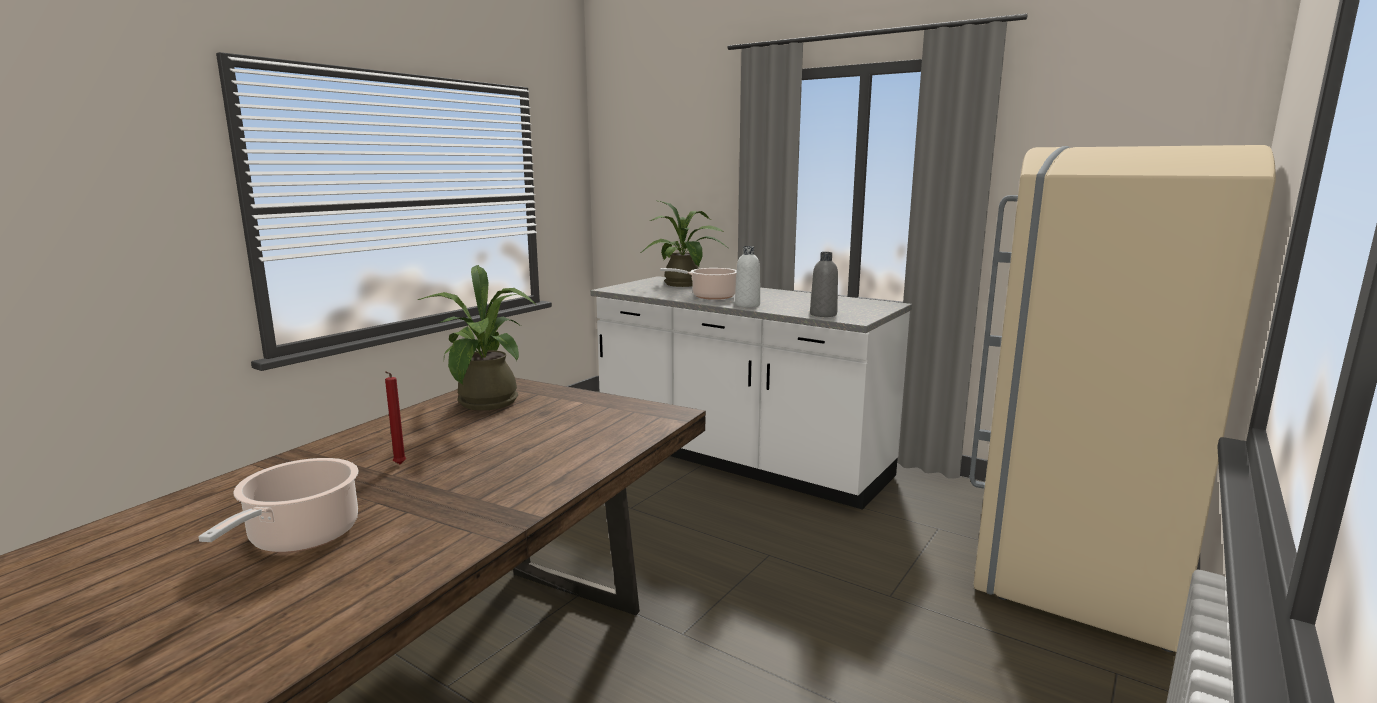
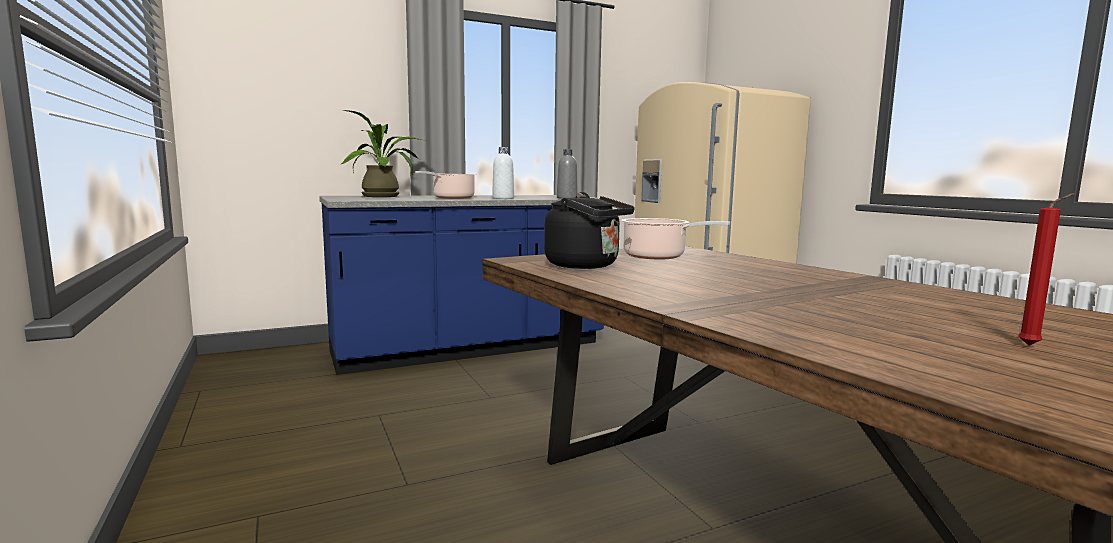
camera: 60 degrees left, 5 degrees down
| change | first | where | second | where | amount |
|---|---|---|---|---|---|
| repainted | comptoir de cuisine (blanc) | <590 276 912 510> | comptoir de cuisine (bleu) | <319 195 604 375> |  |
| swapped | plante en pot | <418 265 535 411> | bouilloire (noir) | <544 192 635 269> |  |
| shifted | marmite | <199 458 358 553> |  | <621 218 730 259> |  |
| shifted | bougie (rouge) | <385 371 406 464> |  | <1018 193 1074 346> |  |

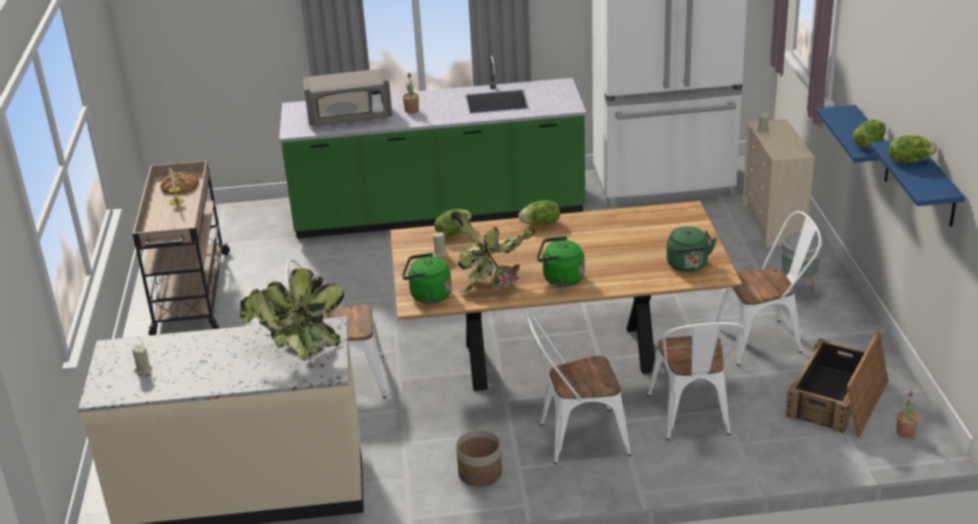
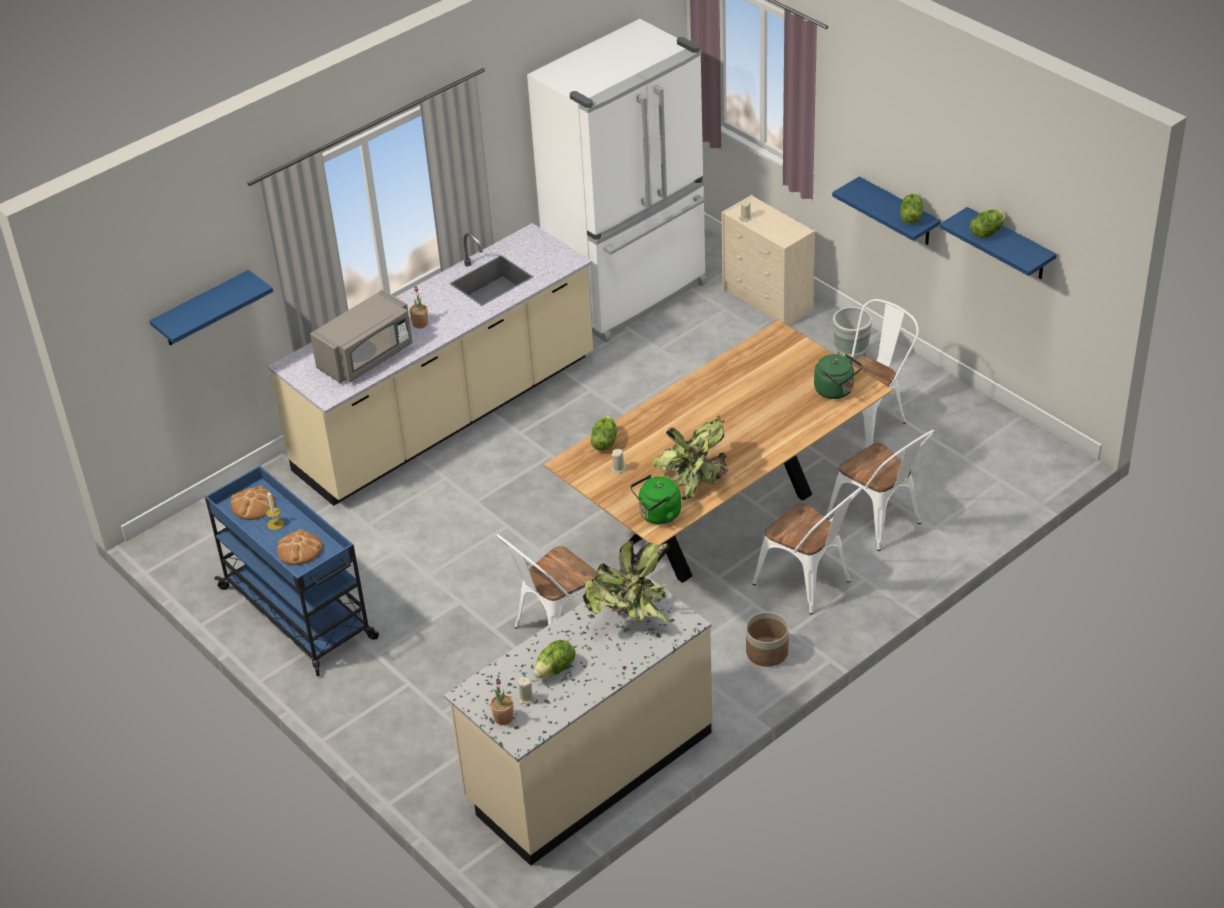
camera: 35 degrees left, 10 degrees up
| change | first | where | second | where | amount |
|---|---|---|---|---|---|
| new |  |  | étagère (bleu) | <149 270 273 345> |  |
| repainted | chariot (beige) | <133 161 230 335> | chariot (bleu) | <205 466 379 676> |  |
| repainted | comptoir de cuisine (vert) | <279 55 586 239> | comptoir de cuisine (beige) | <268 223 593 506> |  |
| new |  |  | pain | <277 529 323 565> |  |
| shifted | plante en pot | <896 390 918 438> |  | <490 678 513 725> |  |
| shifted | laitue | <519 200 560 225> |  | <534 640 576 678> |  |
| rotated | chaise (blanc) | <526 312 631 464> |  | <752 487 862 615> | 90 degrees counterclockwise |
| gone | bouilloire (vert) | <537 237 585 287> |  |  |  |
| gone | caisse | <785 331 888 437> |  |  |  |

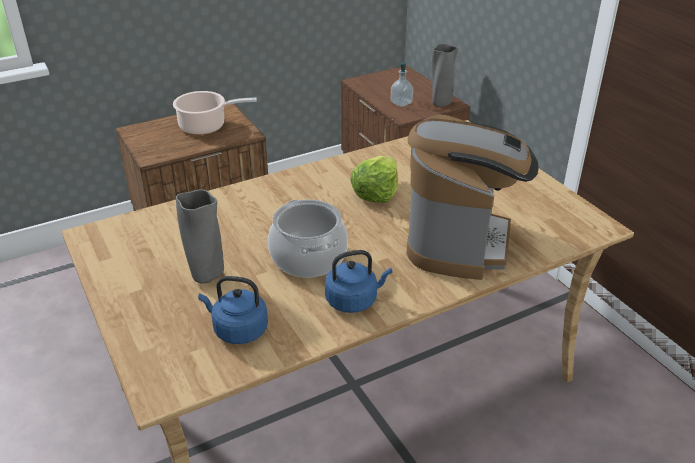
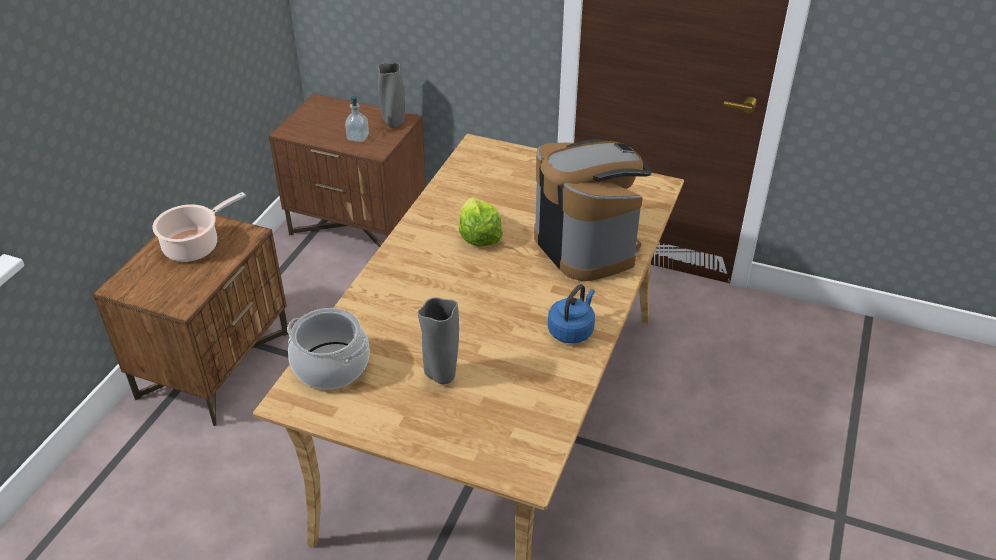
camera: 40 degrees left, 5 degrees up
| change | first | where | second | where | amount |
|---|---|---|---|---|---|
| shifted | marmite | <268 199 348 278> |  | <287 308 370 389> |  |
| gone | bouilloire (bleu) | <198 276 268 344> |  |  |  |

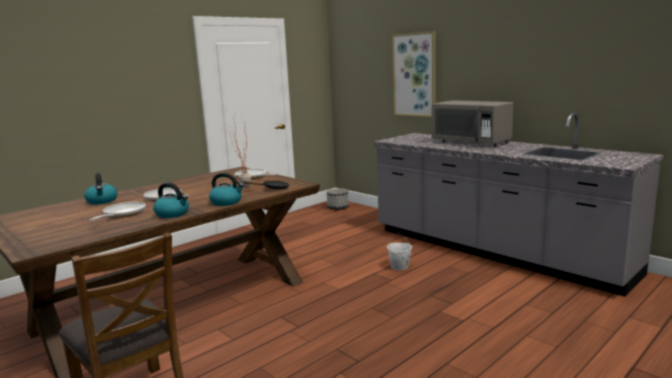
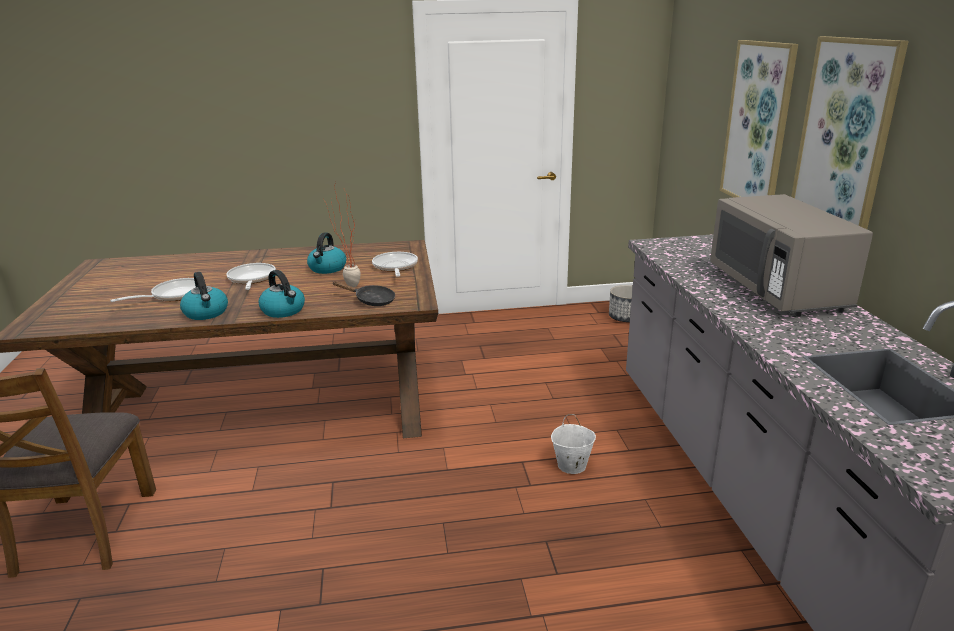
camera: 35 degrees right, 10 degrees up
| change | first | where | second | where | amount |
|---|---|---|---|---|---|
| shifted | bouilloire | <84 173 117 205> |  | <307 233 346 274> |  |
| new |  |  | tableau | <791 36 909 229> |  |

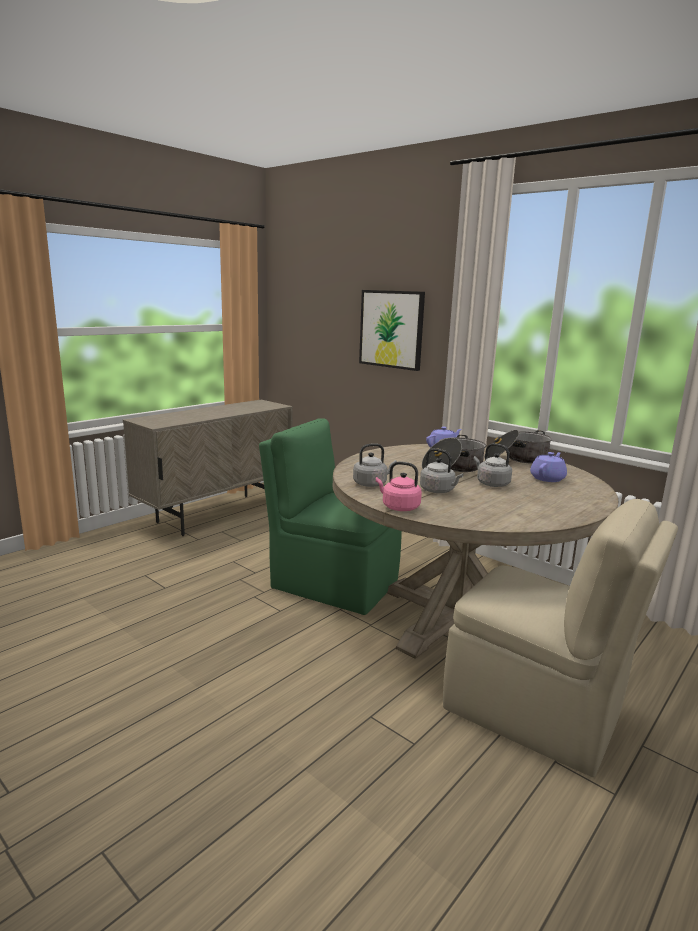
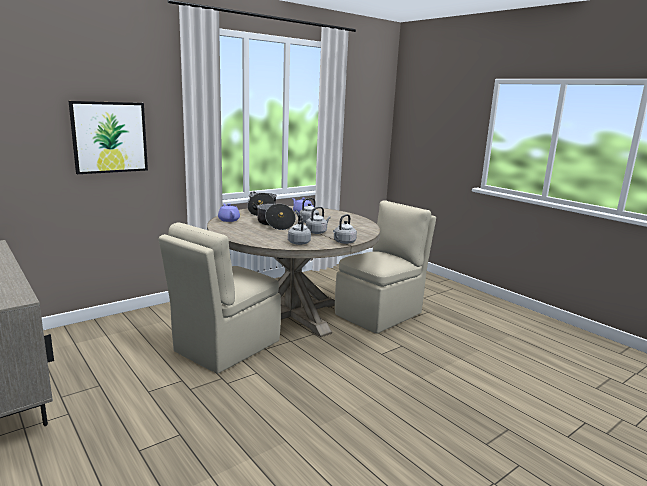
camera: 80 degrees left, 0 degrees up
| change | first | where | second | where | amount |
|---|---|---|---|---|---|
| repainted | chaise (vert) | <259 419 402 615> | chaise (beige) | <158 222 281 374> |  |
| repainted | bouilloire (rose) | <376 462 422 511> | bouilloire (gris) | <333 214 357 244> |  |

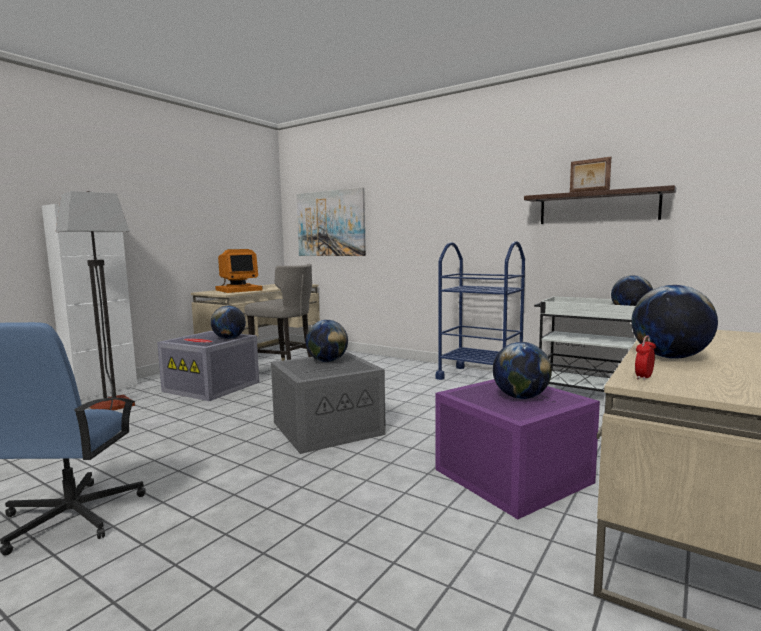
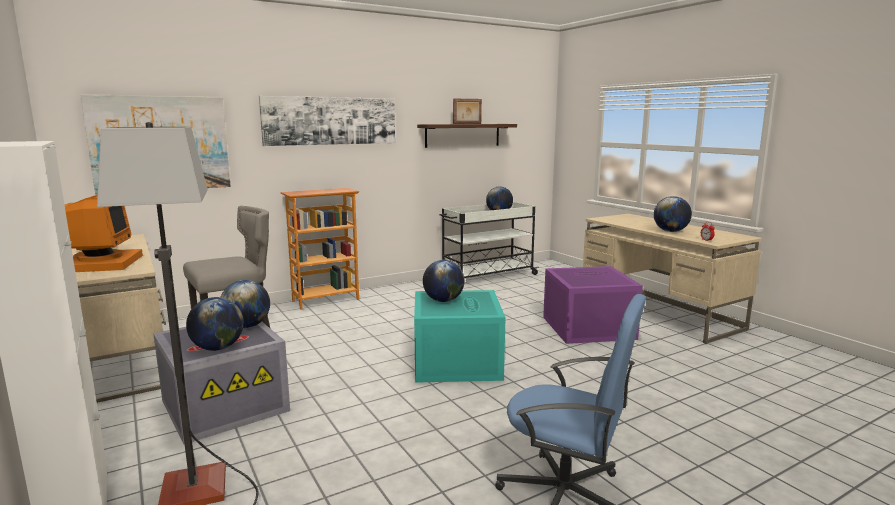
camera: 65 degrees left, 5 degrees up
| change | first | where | second | where | amount |
|---|---|---|---|---|---|
| shifted | globe | <493 342 552 399> |  | <186 297 244 351> |  |
| new |  |  | tableau | <259 96 395 146> |  |
| new |  |  | bibliothèque | <280 188 359 310> |  |
| repainted | boîte de rangement (gris) | <271 352 386 454> | boîte de rangement (turquoise) | <414 290 506 383> |  |
| gone | chariot (bleu) | <436 241 525 380> |  |  |  |

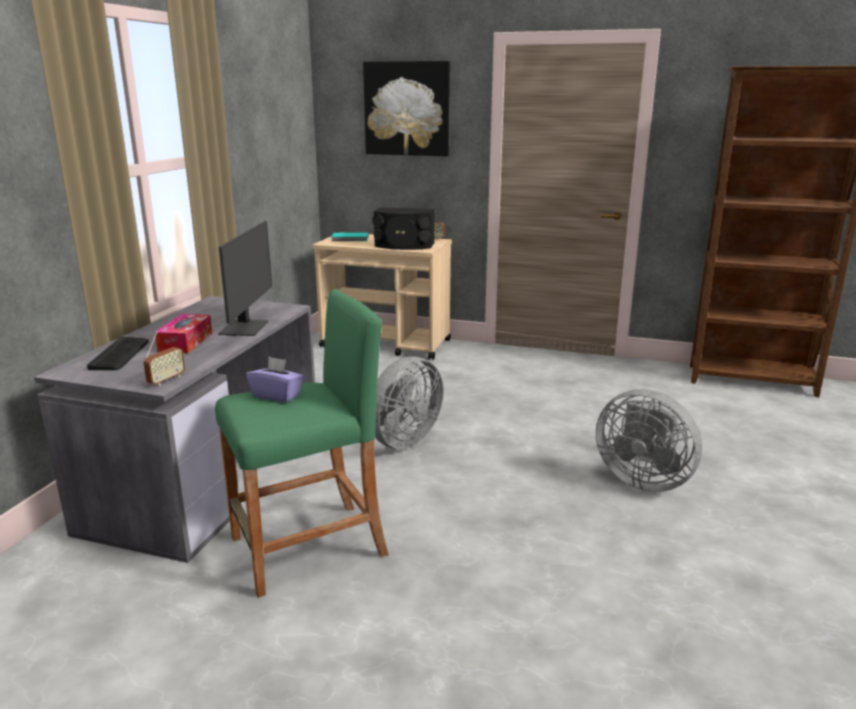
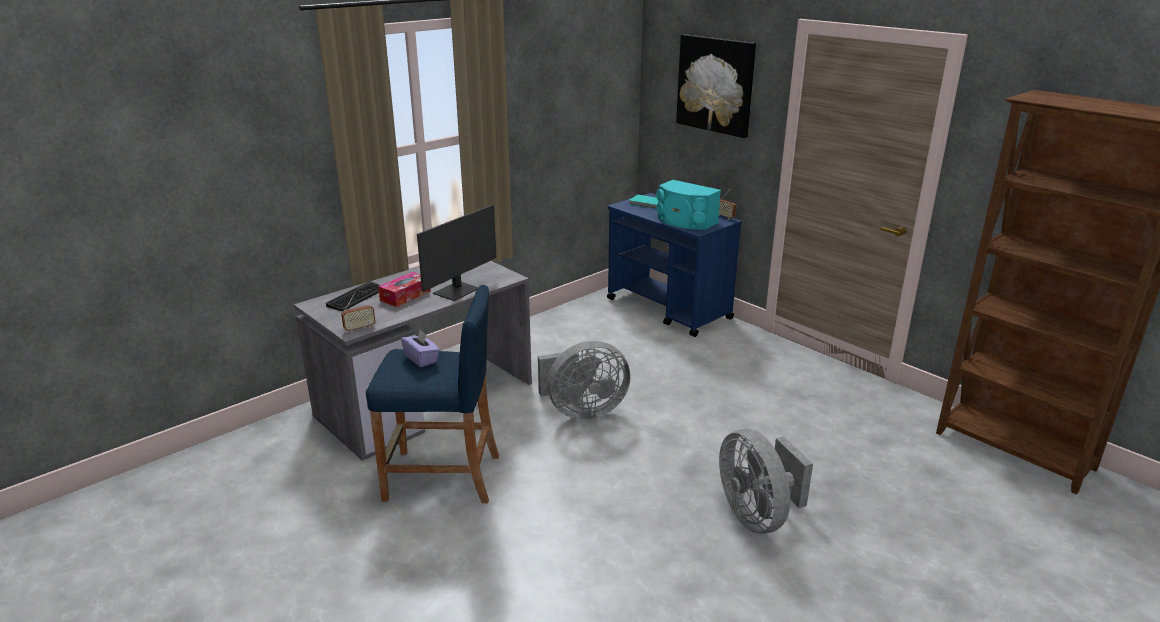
camera: 30 degrees right, 5 degrees up
| change | first | where | second | where | amount |
|---|---|---|---|---|---|
| repainted | tabouret (vert) | <215 289 389 598> | tabouret (bleu) | <366 285 499 504> |  |
| repainted | chariot (beige) | <313 232 452 360> | chariot (bleu) | <607 193 742 337> |  |
| repainted | enceinte (noir) | <372 207 435 250> | enceinte (turquoise) | <656 180 721 230> |  |

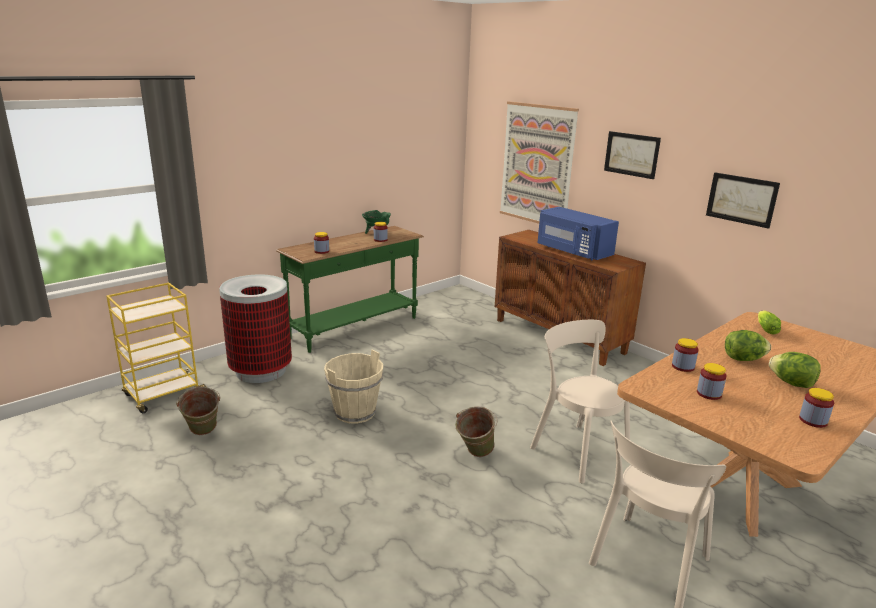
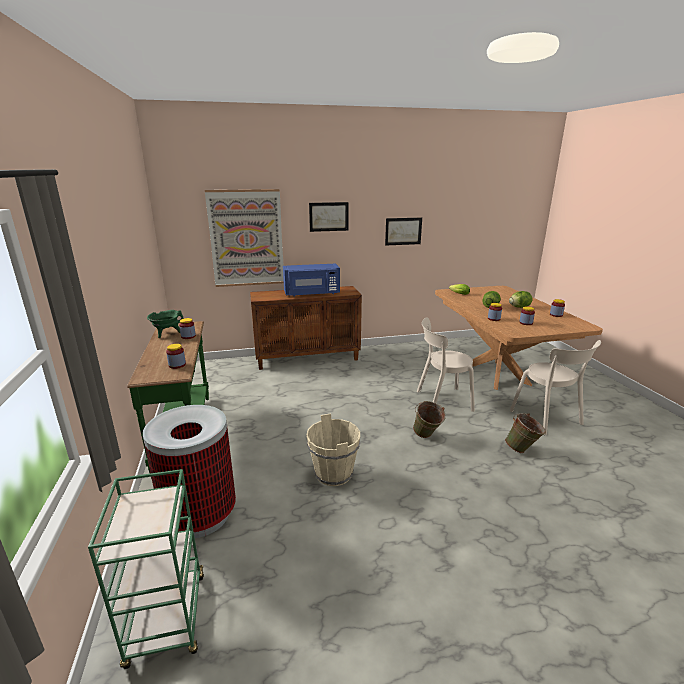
camera: 60 degrees left, 0 degrees up
| change | first | where | second | where | amount |
|---|---|---|---|---|---|
| repainted | chariot (jaune) | <106 282 206 413> | chariot (vert) | <88 469 204 669> |  |
| shifted | seau (vert) | <176 386 220 435> |  | <505 413 546 453> |  |

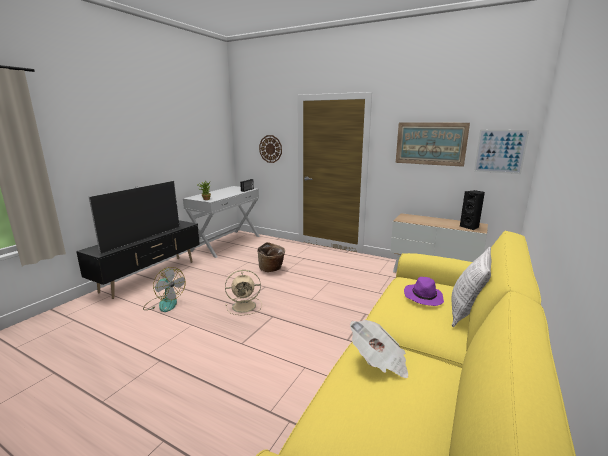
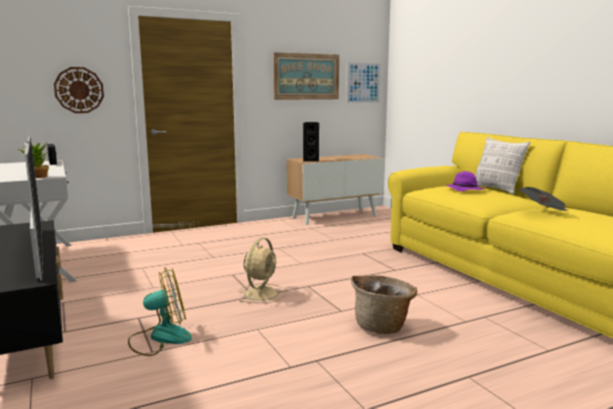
camera: 55 degrees left, 5 degrees down
| change | first | where | second | where | amount |
|---|---|---|---|---|---|
| shifted | enceinte (noir) | <460 190 485 230> |  | <303 122 319 161> |  |
| shifted | panier | <257 242 285 272> |  | <351 275 417 334> |  |

